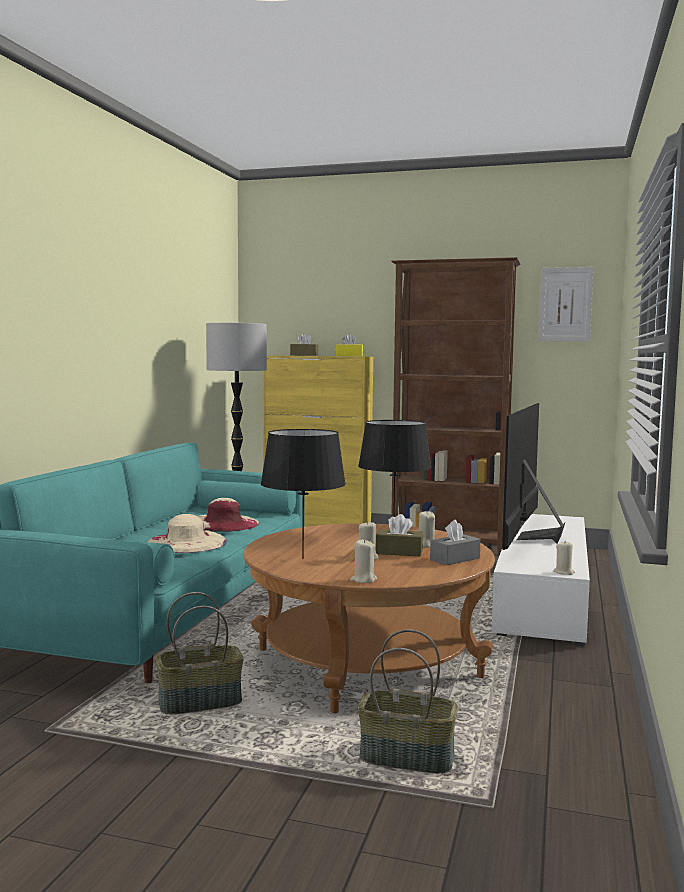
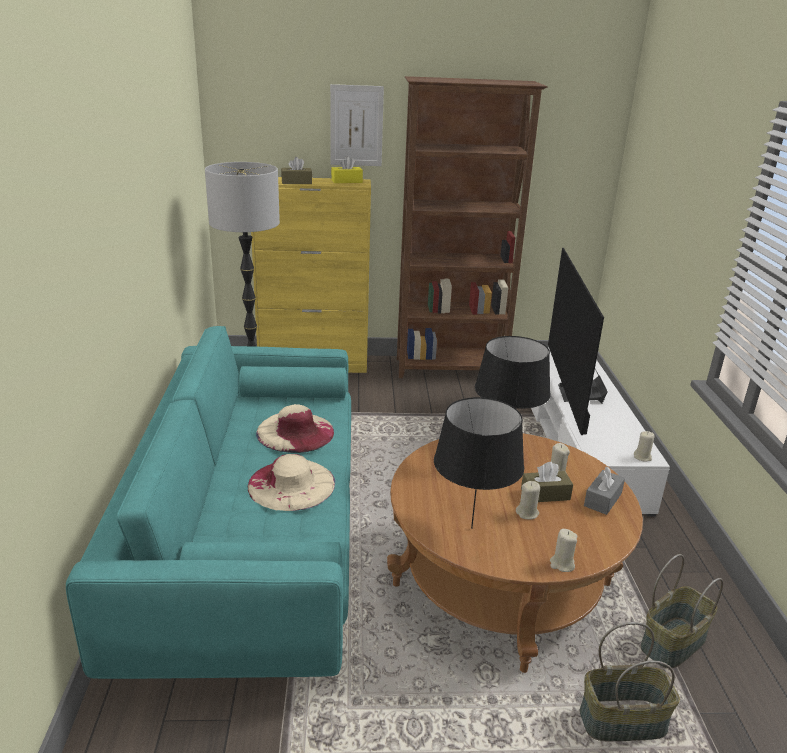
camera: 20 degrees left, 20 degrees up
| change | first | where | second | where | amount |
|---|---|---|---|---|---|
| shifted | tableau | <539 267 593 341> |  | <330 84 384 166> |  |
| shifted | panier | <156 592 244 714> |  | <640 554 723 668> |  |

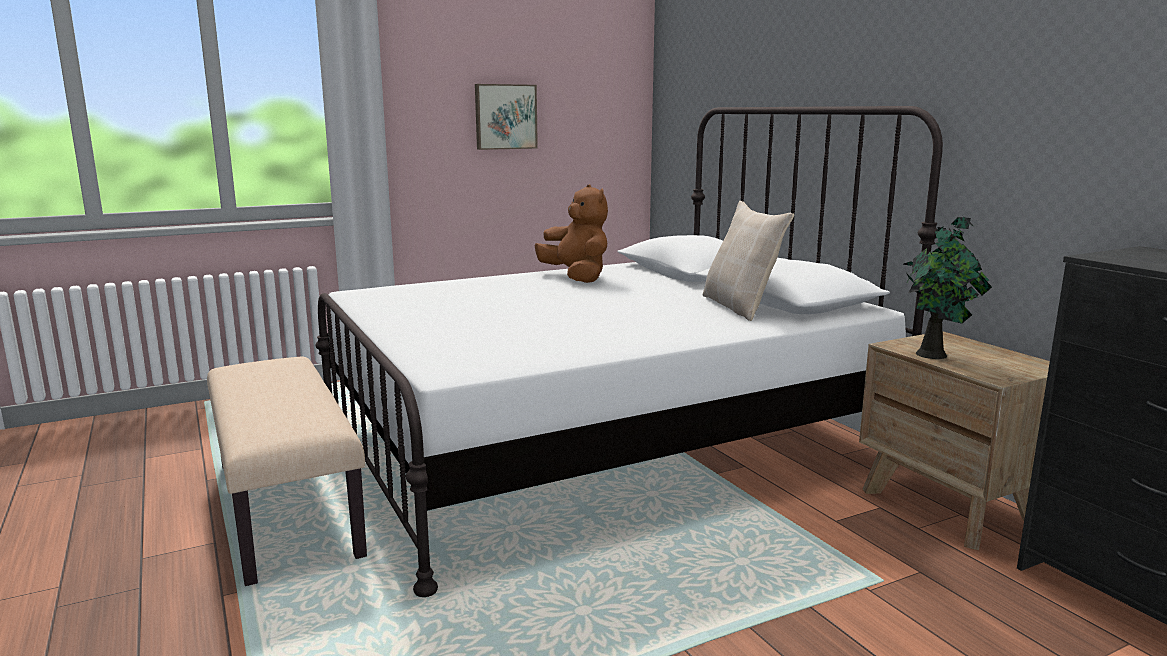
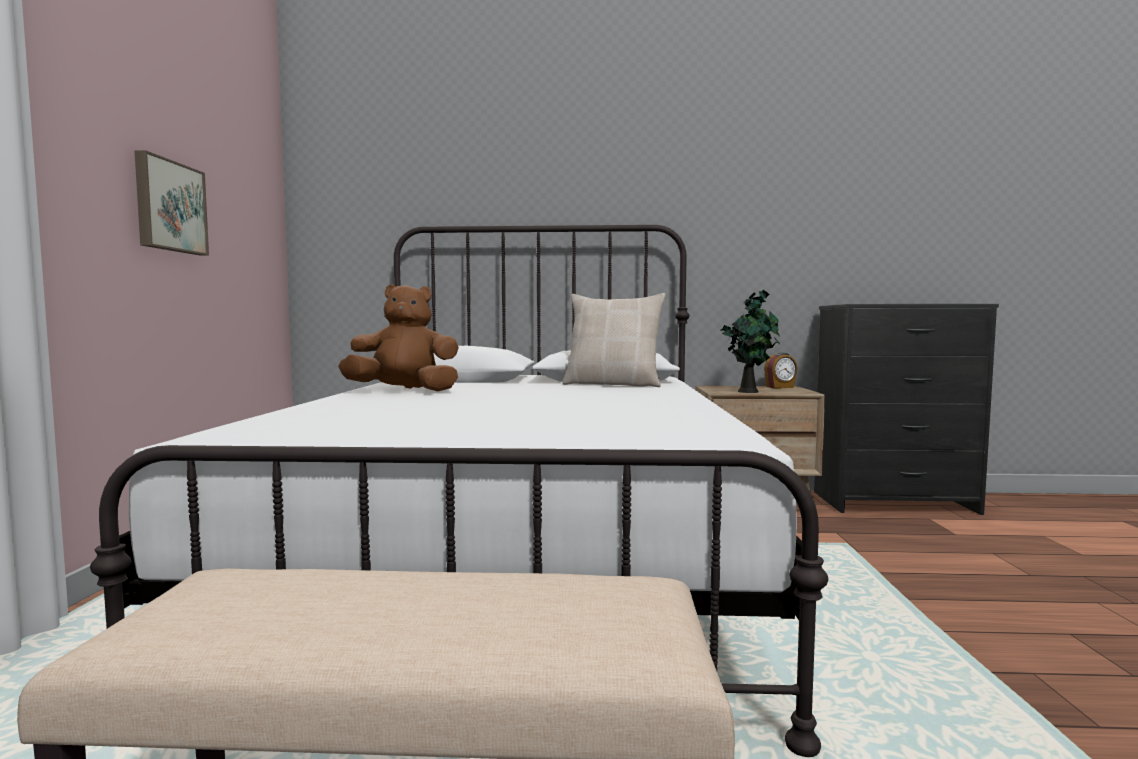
camera: 60 degrees left, 10 degrees down
| change | first | where | second | where | amount |
|---|---|---|---|---|---|
| new |  |  | réveil | <764 353 797 388> |  |

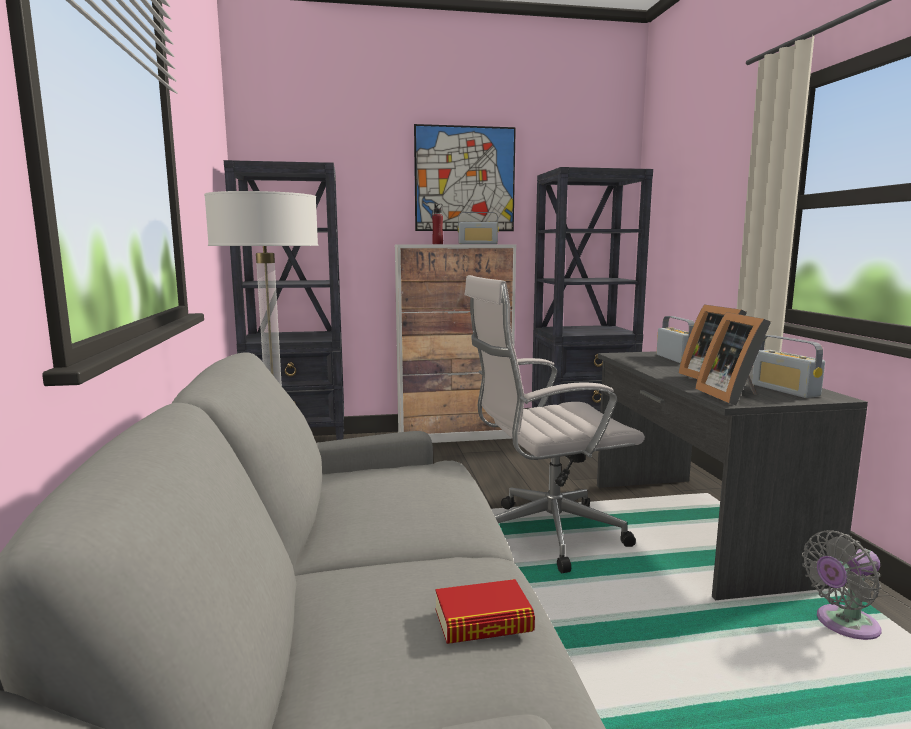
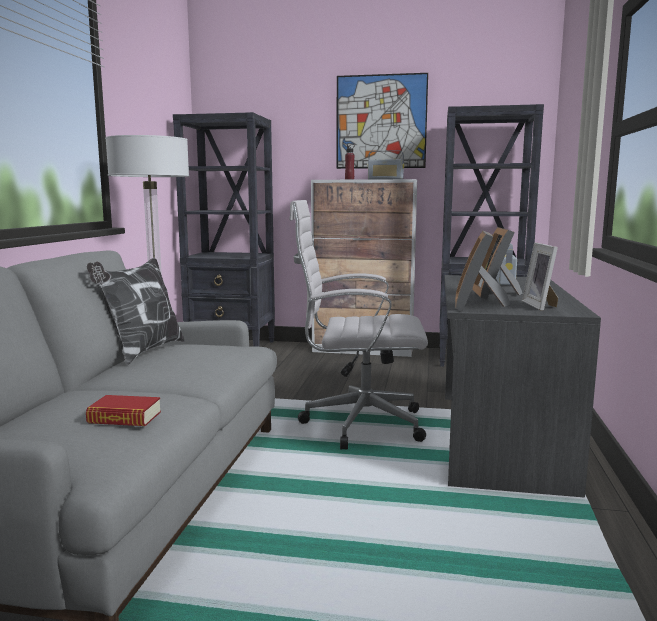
camera: 20 degrees right, 0 degrees up
| change | first | where | second | where | amount |
|---|---|---|---|---|---|
| new |  |  | coussin | <87 258 185 365> |  |
| swapped | radio | <752 335 825 398> | cadre photo | <522 242 558 311> |  |
| gone | ventilateur (gris) | <802 530 882 640> |  |  |  |

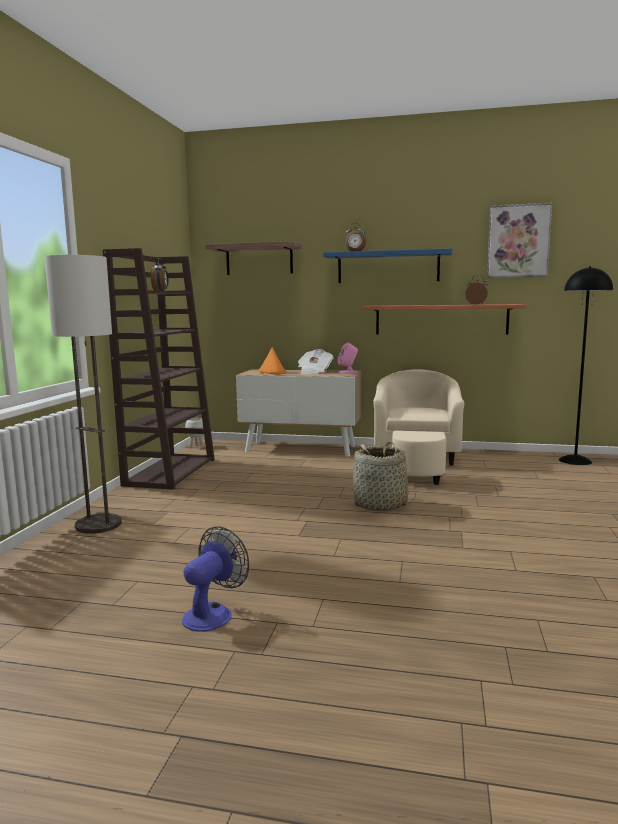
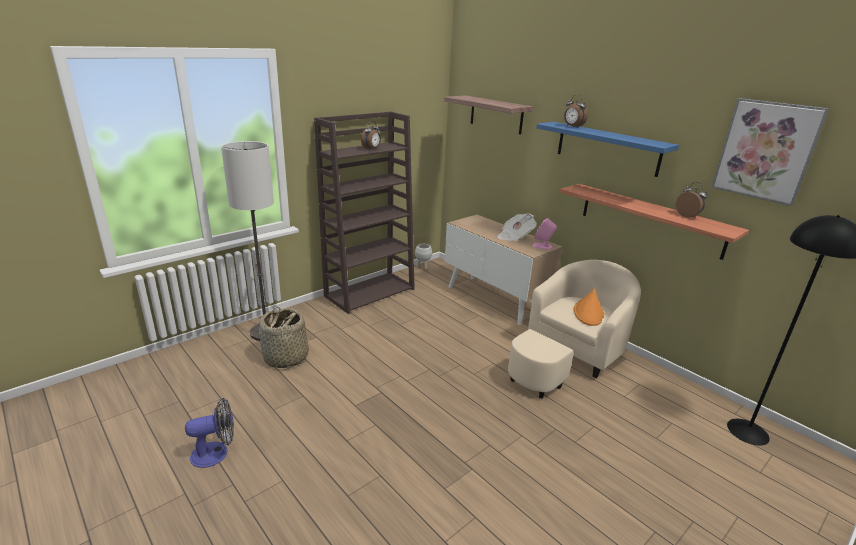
camera: 35 degrees right, 15 degrees up
| change | first | where | second | where | amount |
|---|---|---|---|---|---|
| shifted | panier | <351 441 417 511> |  | <259 307 309 368> |  |
| shifted | chapeau (orange) | <258 347 287 374> |  | <574 289 604 326> |  |

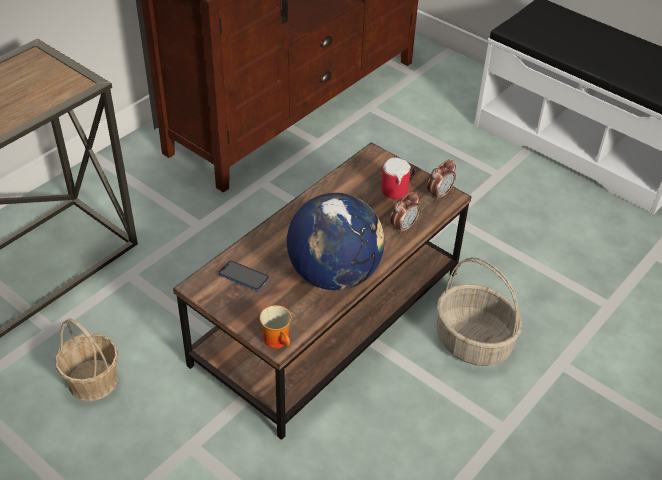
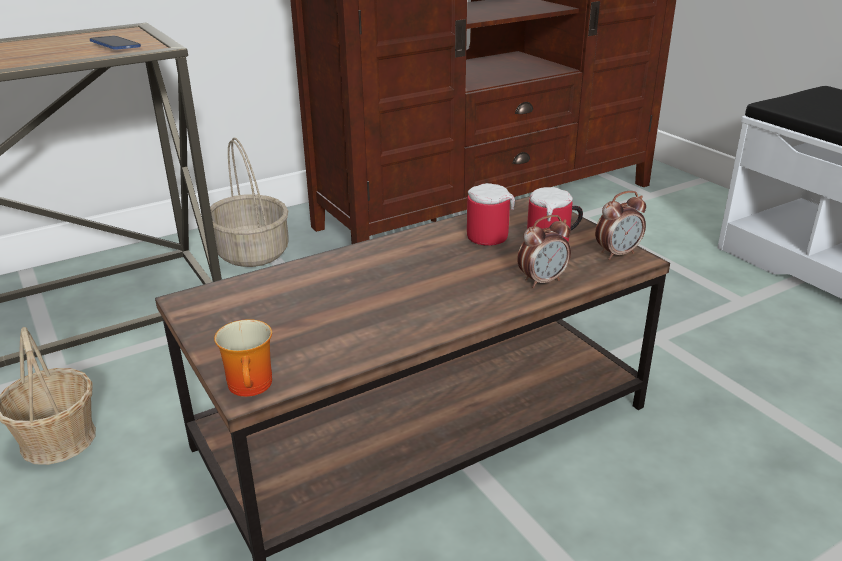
camera: 20 degrees right, 15 degrees down
| change | first | where | second | where | amount |
|---|---|---|---|---|---|
| shifted | téléphone | <219 261 269 291> |  | <90 36 141 49> |  |
| shifted | panier | <436 257 522 366> |  | <210 138 289 267> |  |
| new |  |  | mug | <467 183 515 246> |  |
| gone | globe | <287 193 384 290> |  |  |  |

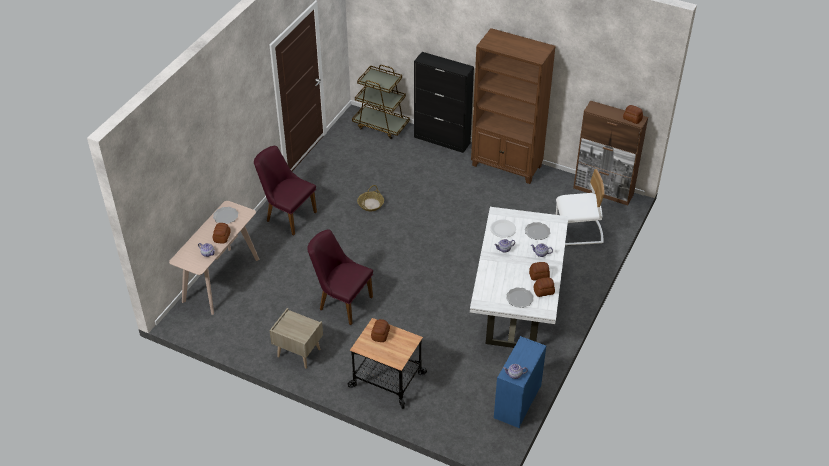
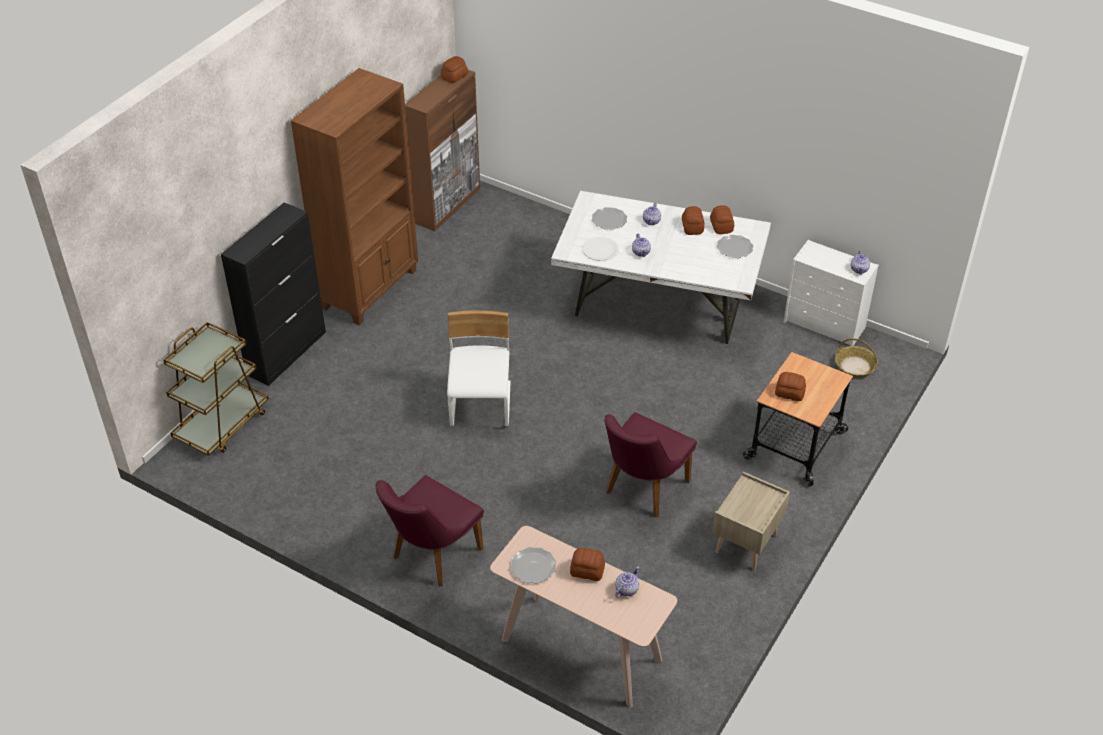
camera: 85 degrees left, 0 degrees up
| change | first | where | second | where | amount |
|---|---|---|---|---|---|
| shifted | chaise (blanc) | <556 169 605 246> |  | <447 310 511 426> |  |
| repainted | commode (bleu) | <494 336 546 428> | commode (blanc) | <784 240 879 346> |  |
| shifted | panier | <357 185 384 211> |  | <835 338 878 378> |  |

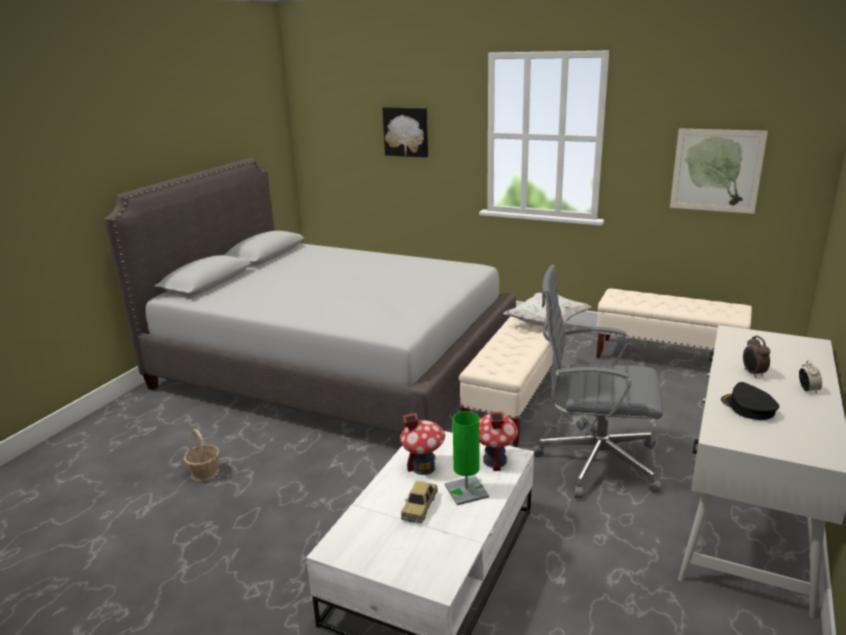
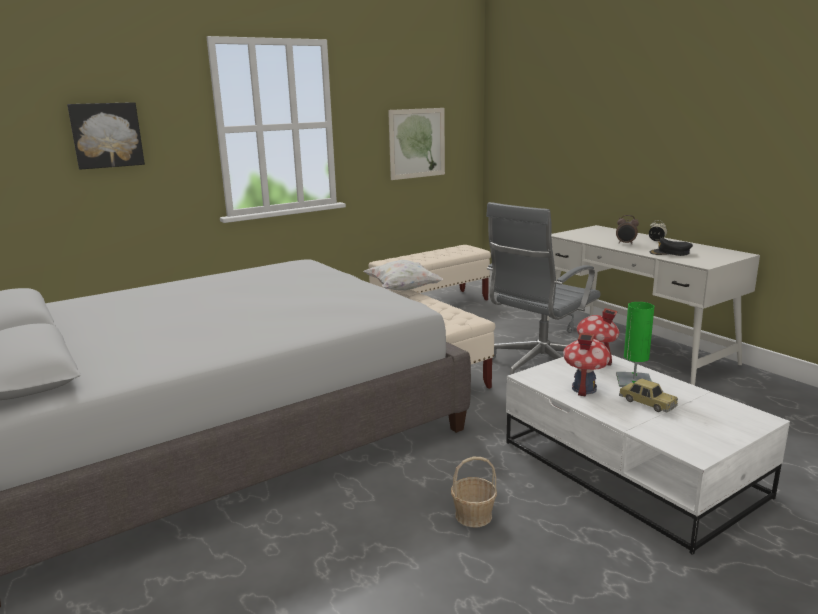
camera: 60 degrees left, 5 degrees down
| change | first | where | second | where | amount |
|---|---|---|---|---|---|
| shifted | panier | <184 429 220 482> |  | <451 457 497 527> |  |

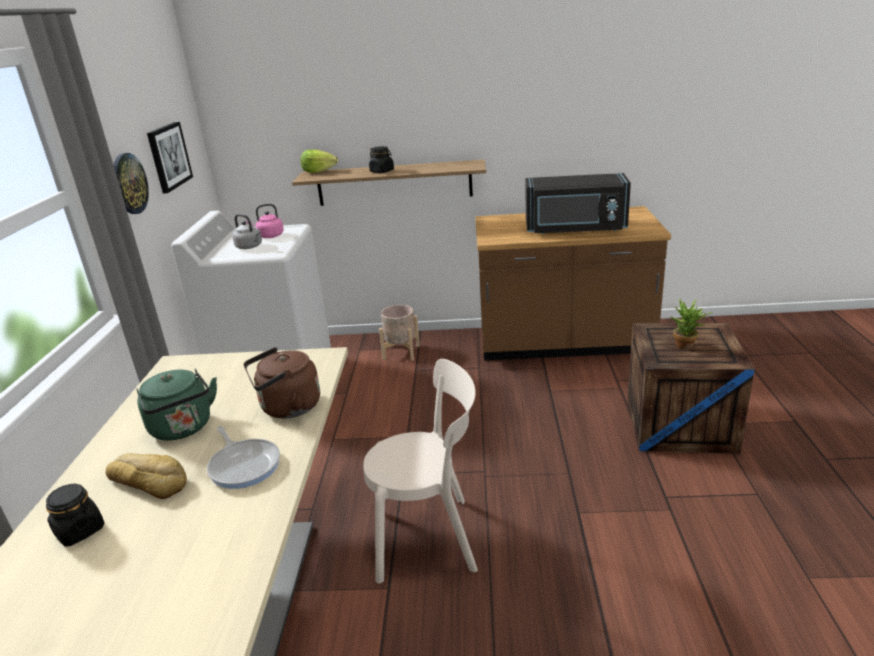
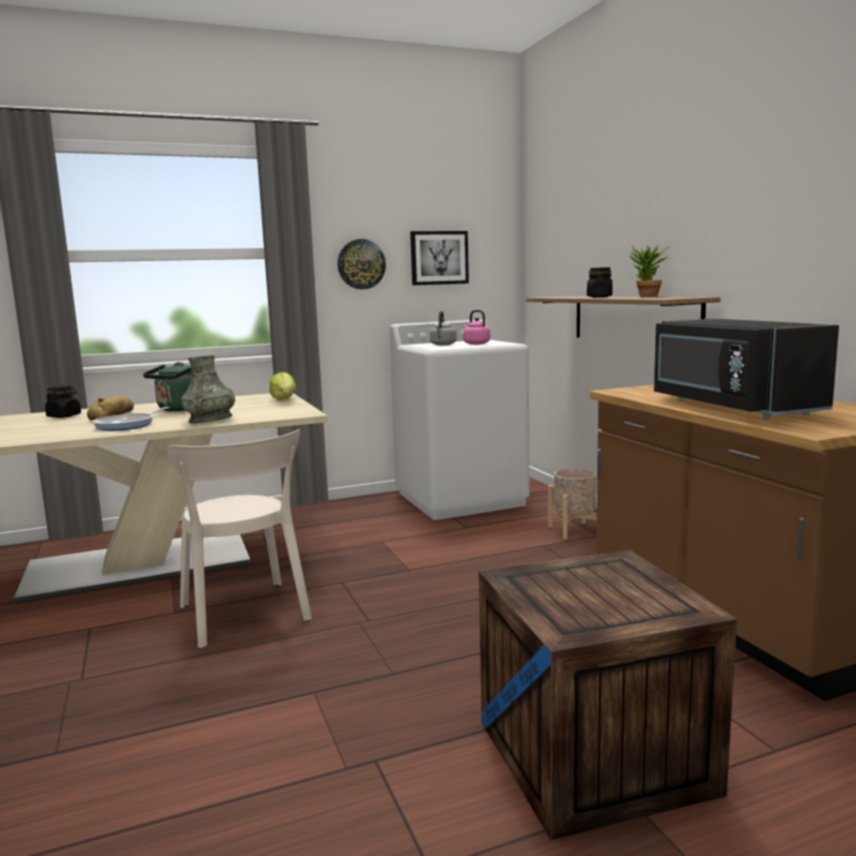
camera: 65 degrees right, 15 degrees down
| change | first | where | second | where | amount |
|---|---|---|---|---|---|
| swapped | bouilloire (marron) | <244 347 320 419> | vase (gris) | <182 355 235 424> |  |
| shifted | laitue | <301 149 338 173> |  | <269 372 296 400> |  |
| shifted | plante en pot | <671 298 713 350> |  | <629 245 668 297> |  |

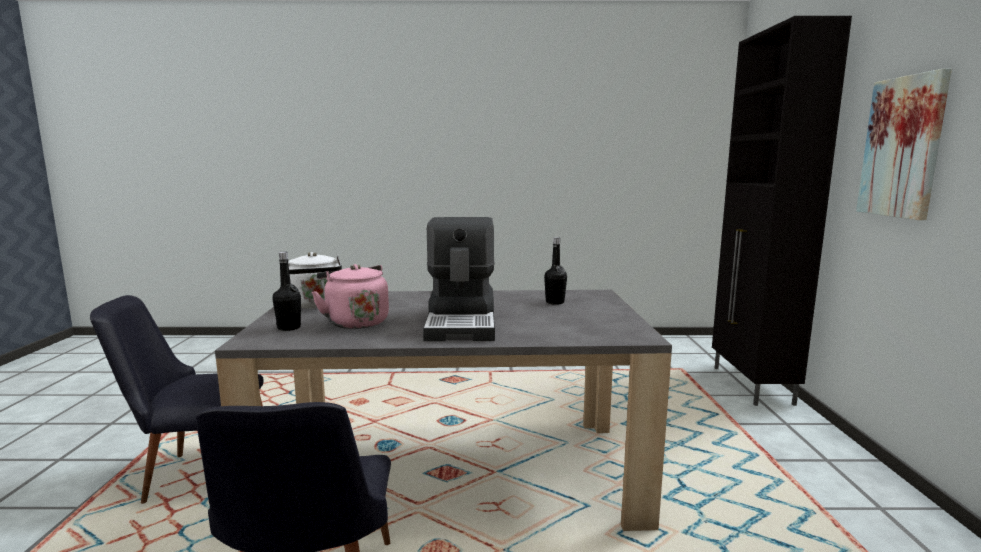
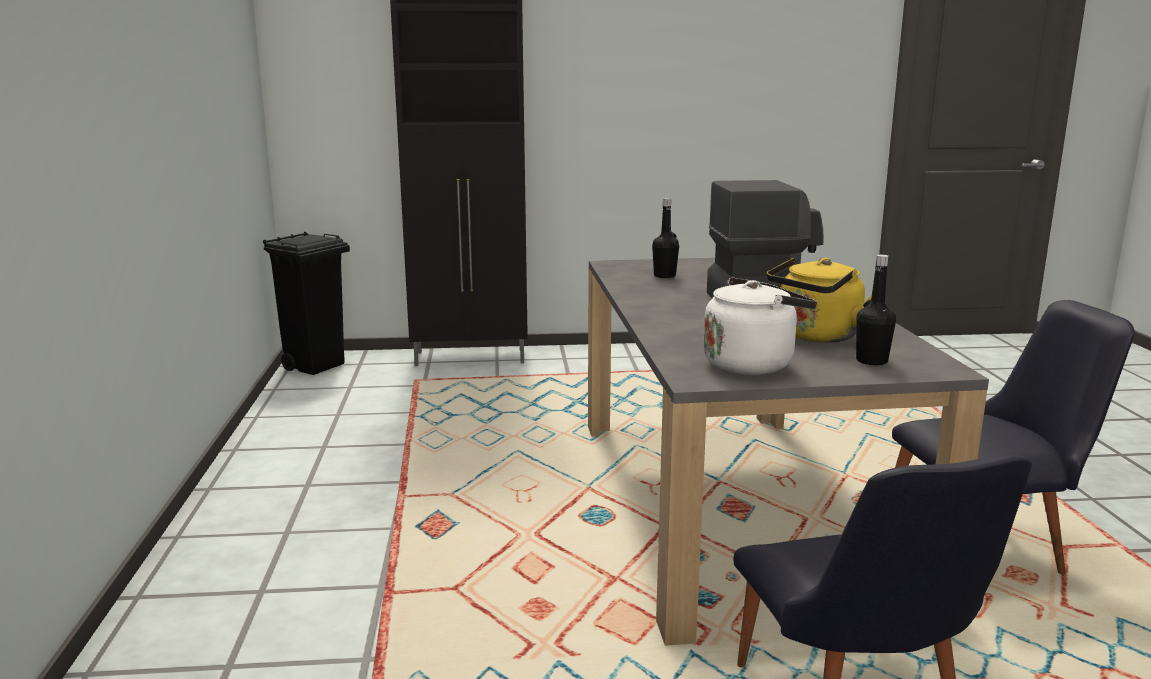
camera: 95 degrees left, 5 degrees up
| change | first | where | second | where | amount |
|---|---|---|---|---|---|
| new |  |  | poubelle (noir) | <263 232 350 375> |  |
| repainted | bouilloire (rose) | <312 264 389 329> | bouilloire (jaune) | <767 257 872 343> |  |
| gone | tableau | <856 68 952 220> |  |  |  |

